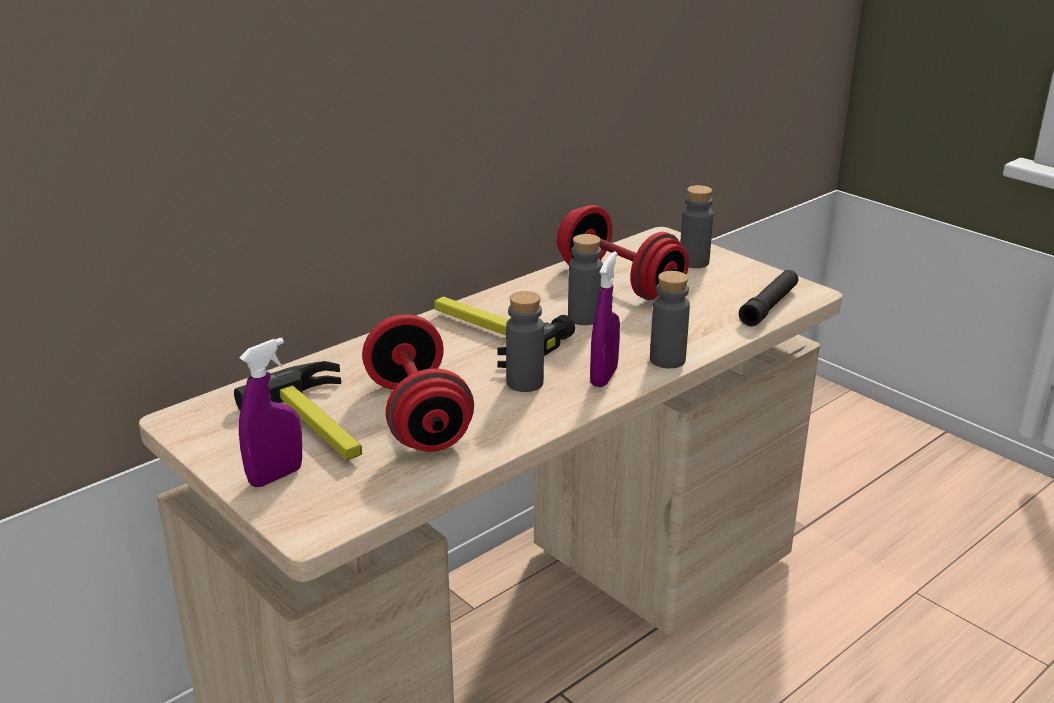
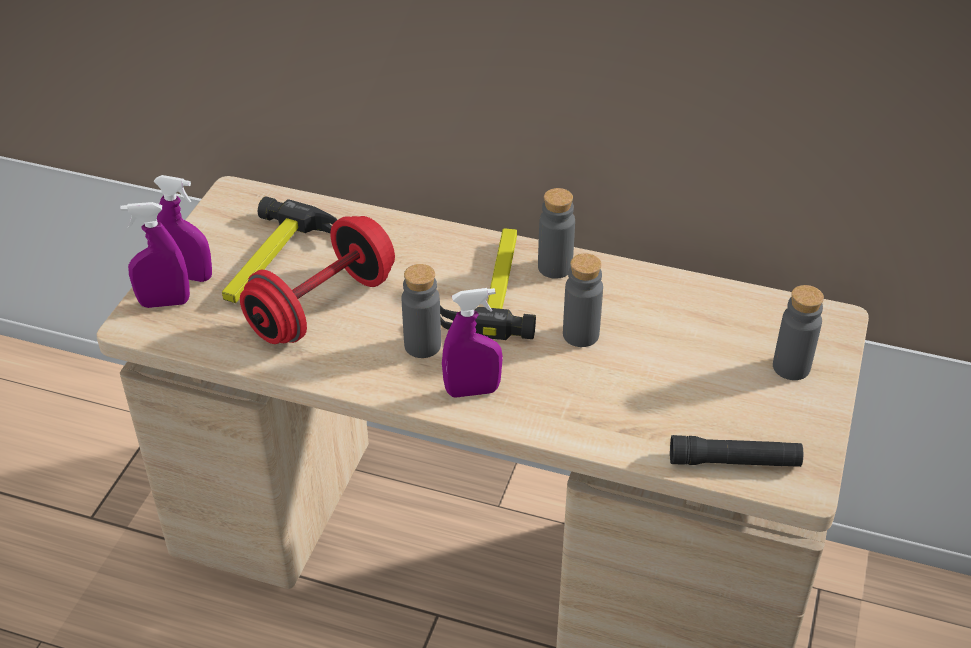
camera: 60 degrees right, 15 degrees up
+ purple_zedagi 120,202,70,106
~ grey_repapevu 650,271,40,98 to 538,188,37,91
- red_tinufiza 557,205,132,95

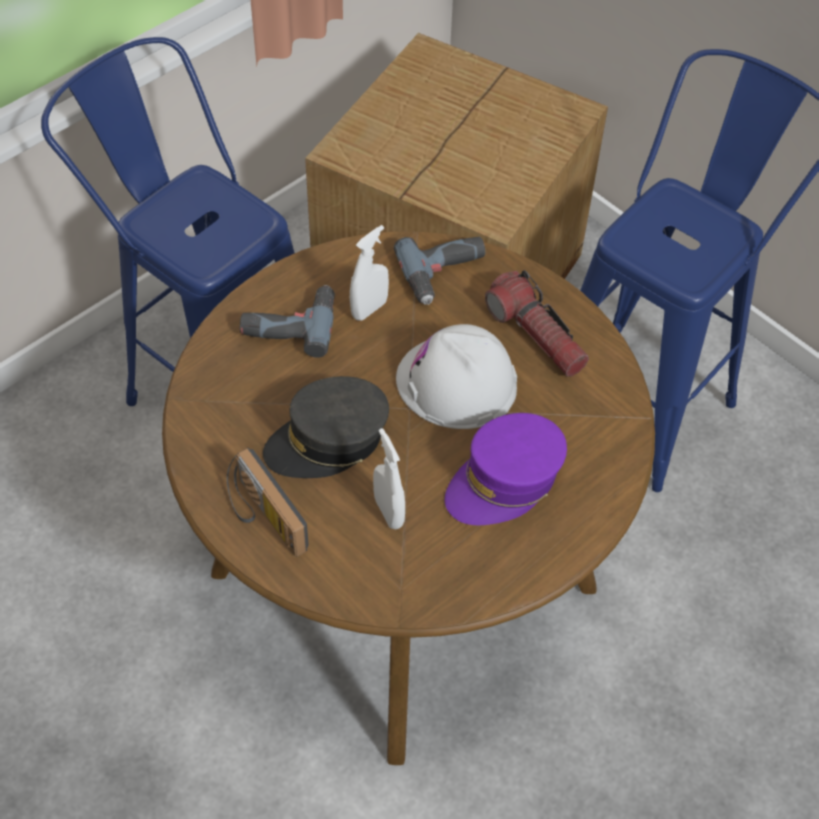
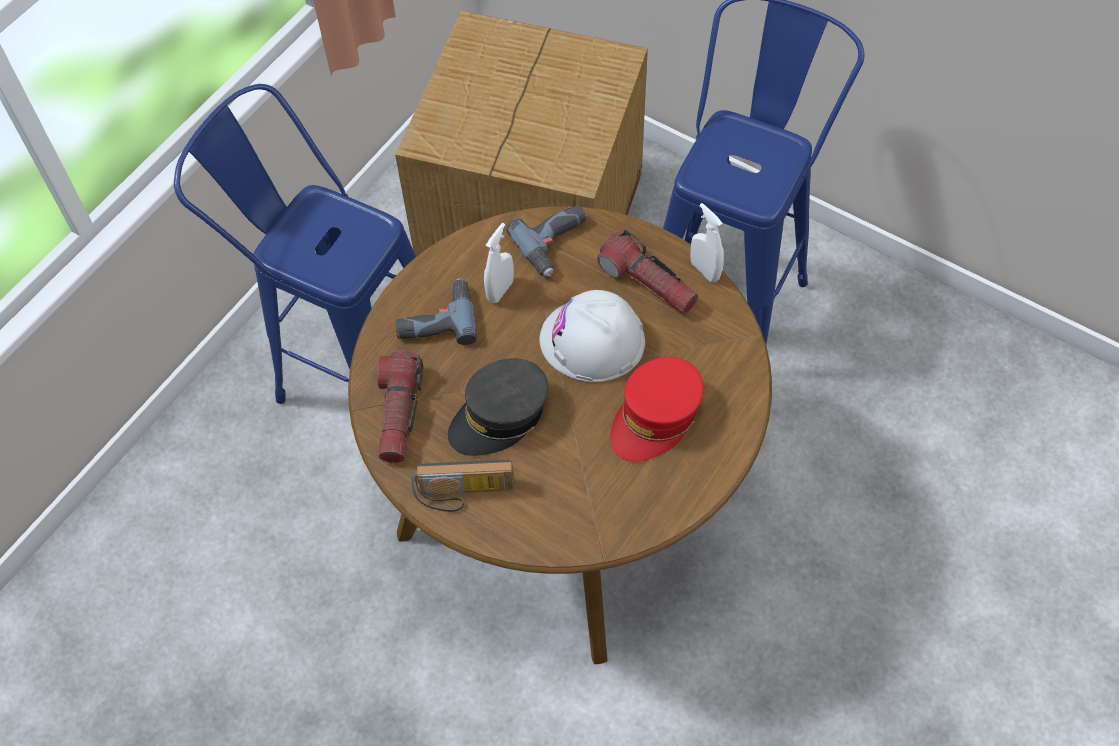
camera: 10 degrees left, 5 degrees up
+ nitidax 377,350,47,113
~ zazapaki 227,448,82,108 = 411,460,103,52 45 degrees counterclockwise
~ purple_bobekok 445,413,122,112 to red_bobekok 610,357,94,105
~ white_zedagi 373,428,32,101 to 690,203,34,79

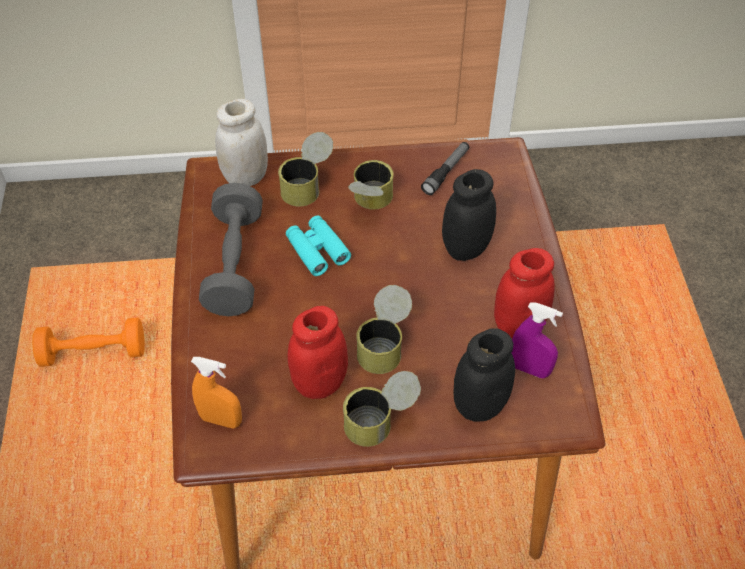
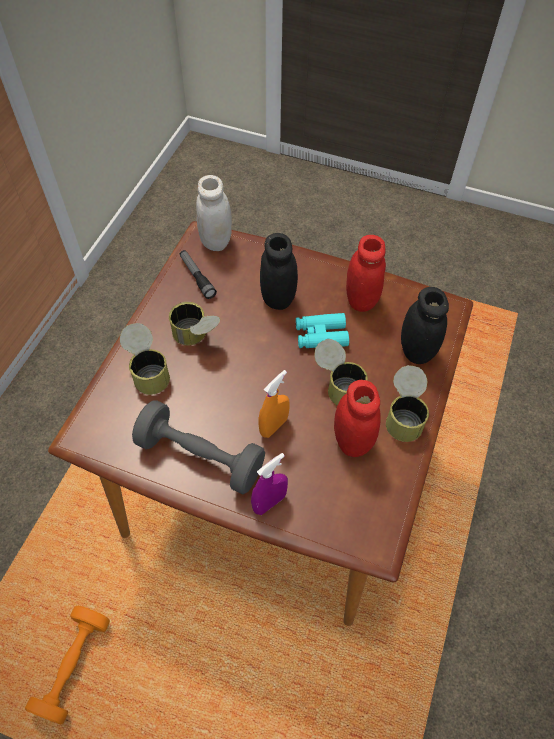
camera: 65 degrees left, 5 degrees up
~ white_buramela 215,99,53,87 to 196,175,36,76
~ purple_zedagi 512,302,51,76 to 251,453,37,62
~ orange_zedagi 191,357,51,72 to 258,370,31,68
~ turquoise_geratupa 286,215,65,61 to 296,313,53,35

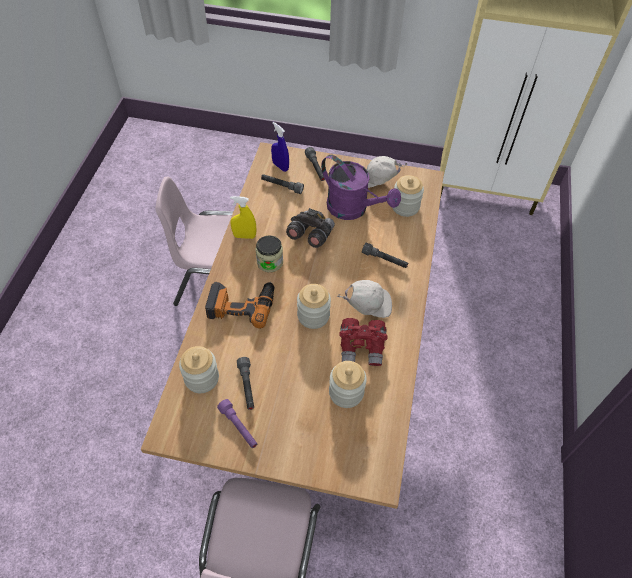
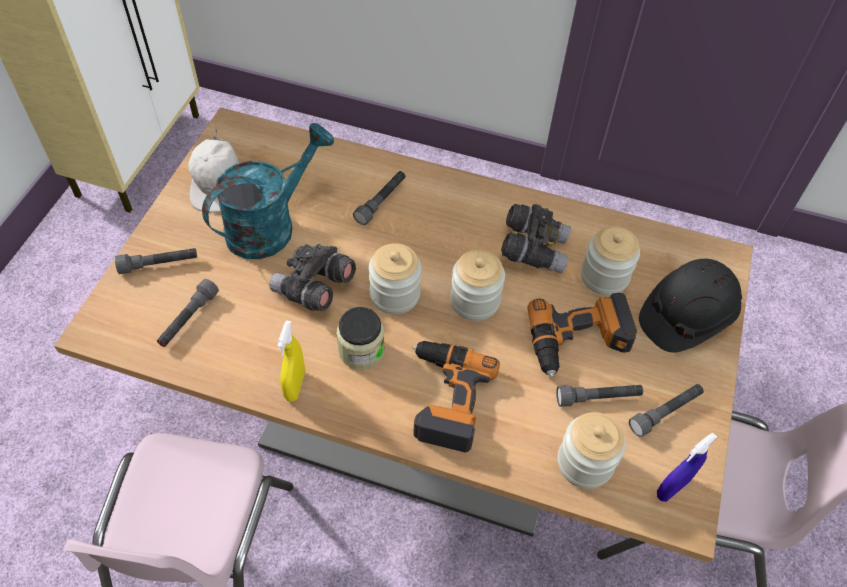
camera: 85 degrees left, 0 degrees up
~ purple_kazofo 321,155,80,65 to turquoise_kazofo 202,123,132,136
~ buramela 392,175,32,42 to 369,243,52,71
~ red_geratupa 339,318,49,48 to grey_geratupa 501,204,70,69
+ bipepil 527,293,110,84
~ purple_nitidax 217,399,40,49 to grey_nitidax 629,384,75,53
+ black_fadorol 639,259,103,94
~ blue_zedagi 271,122,18,50 to 657,433,60,69
- white_bobekok 337,280,55,38

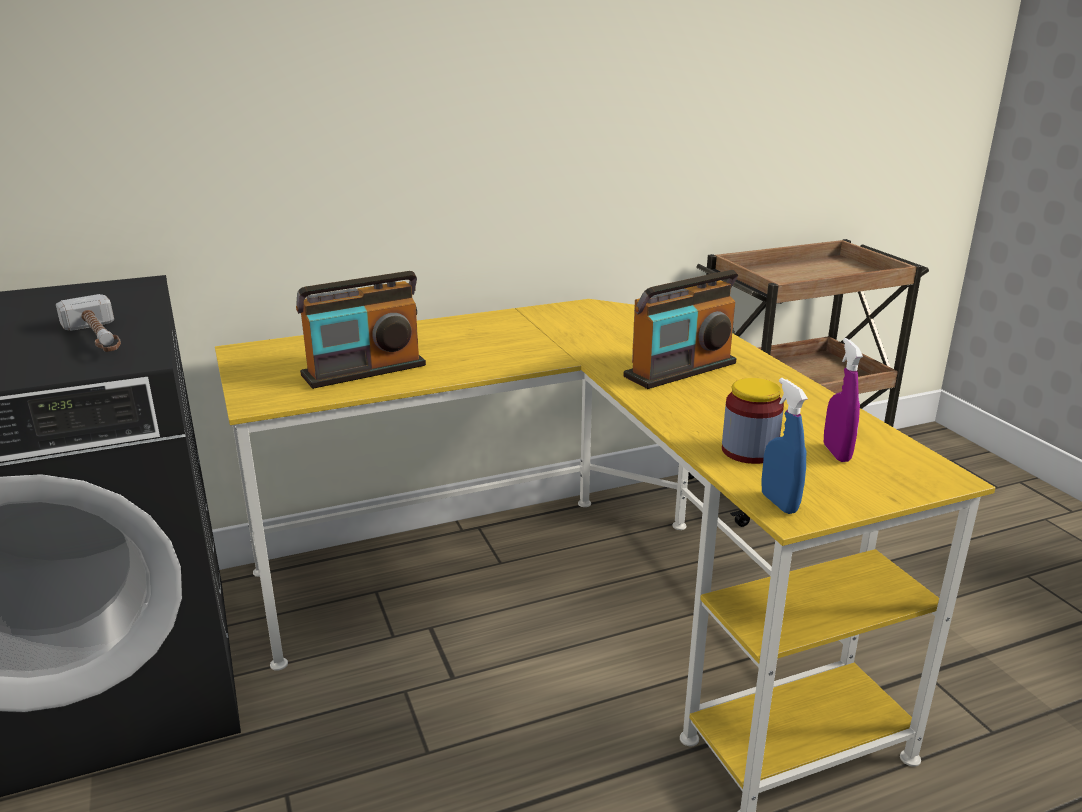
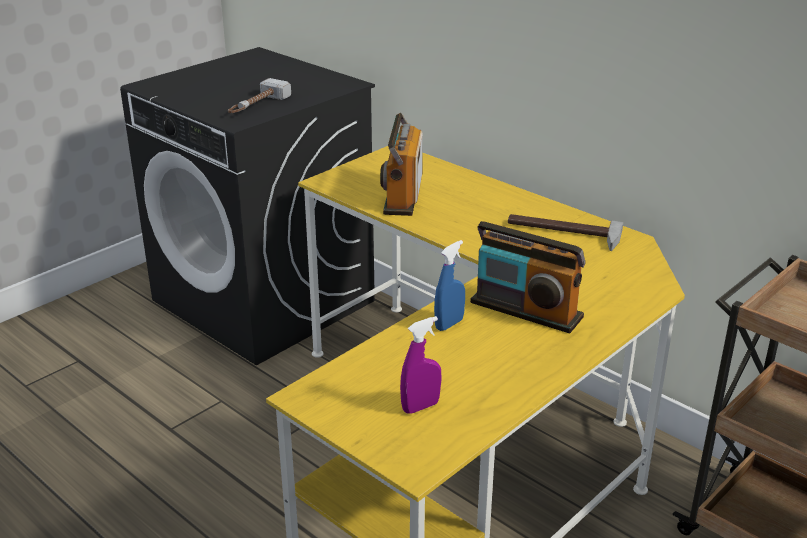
camera: 65 degrees right, 5 degrees up
~ zazapaki 296,271,130,118 = 380,113,43,103 60 degrees clockwise
~ blue_zedagi 761,378,47,136 to 434,240,31,91
+ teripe 508,214,115,37
- buramela 722,378,62,86

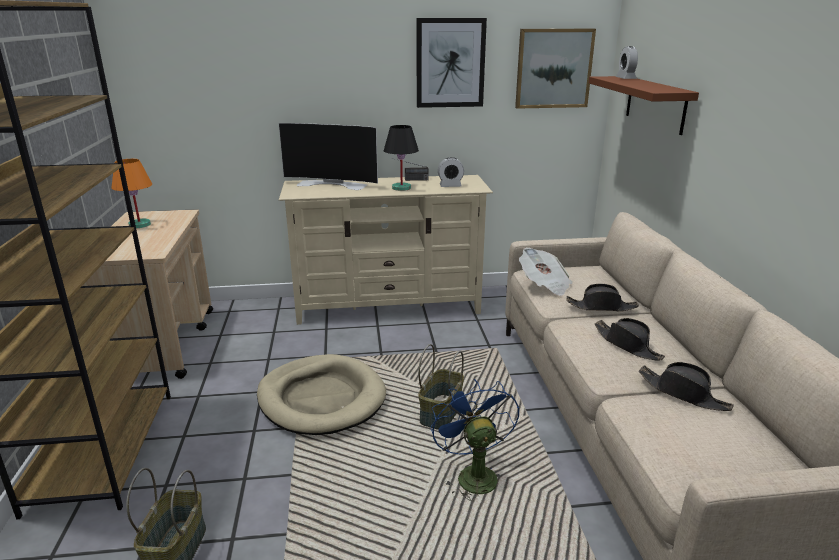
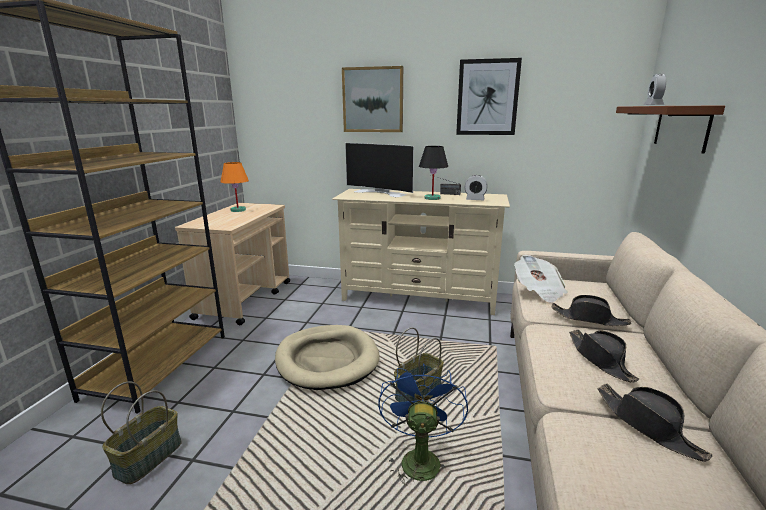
camera: 20 degrees right, 5 degrees down
~ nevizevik 515,29,81,80 to 342,66,61,66

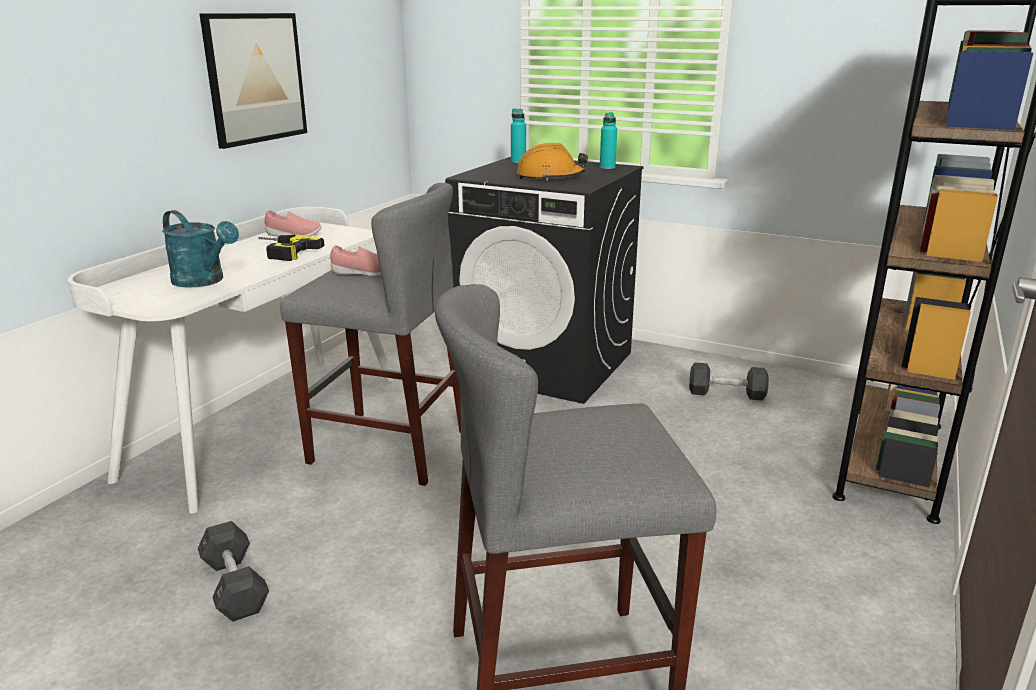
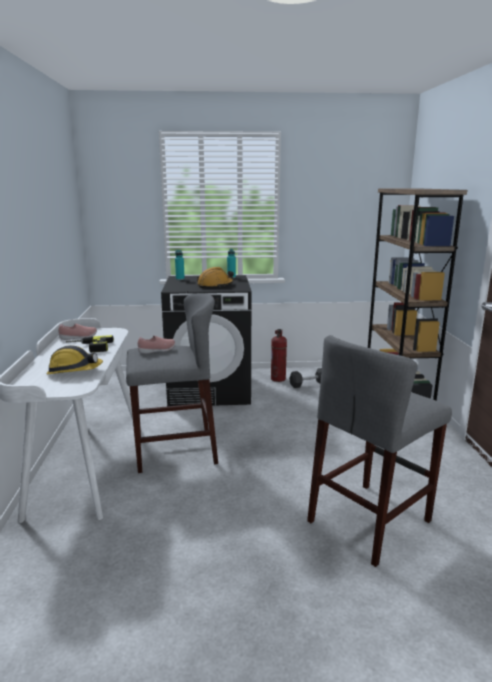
camera: 30 degrees left, 5 degrees down
~ turquoise_kazofo 162,210,77,78 to fadorol 46,345,57,29
+ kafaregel 271,329,16,53
- grey_tinufiza 198,521,71,101
- nevizevik 199,13,108,136

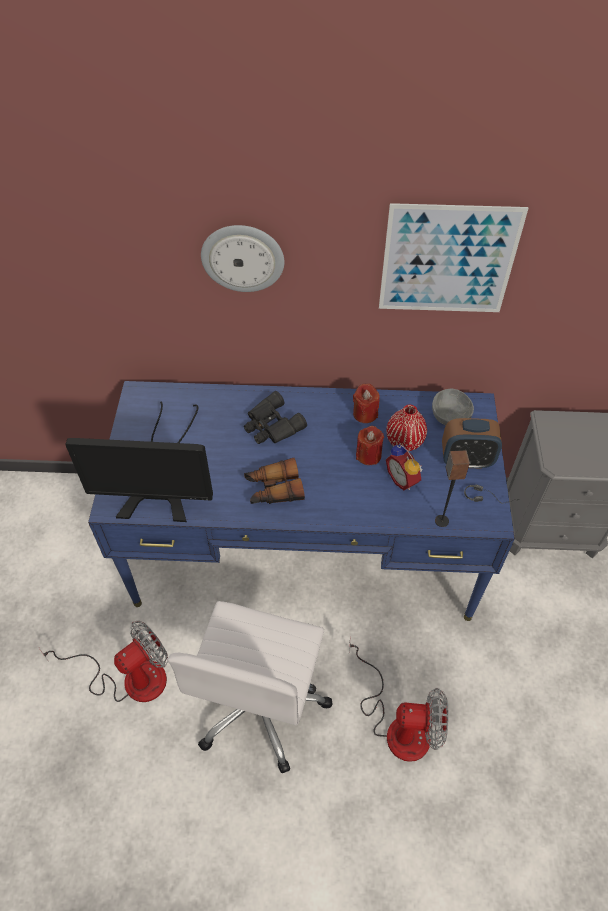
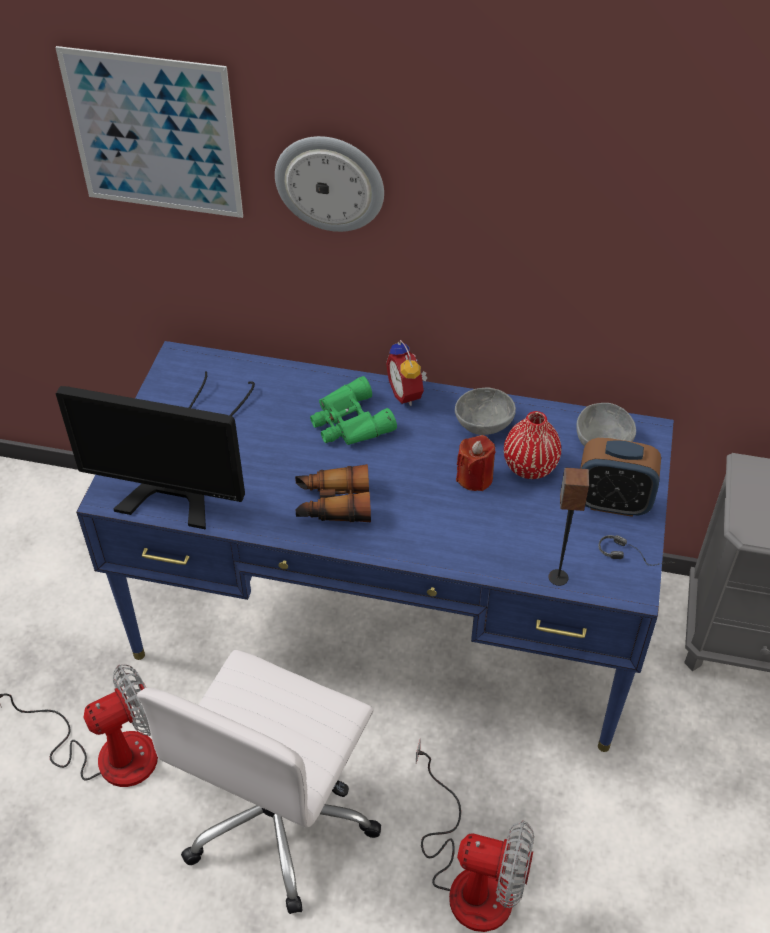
camera: 10 degrees right, 5 degrees down
~ nevizevik 379,203,150,109 to 55,46,188,172
~ black_geratupa 244,391,63,53 to green_geratupa 310,376,87,69
~ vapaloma 386,445,36,46 to 386,340,42,66
~ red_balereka 353,384,27,39 to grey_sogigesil 455,387,61,48

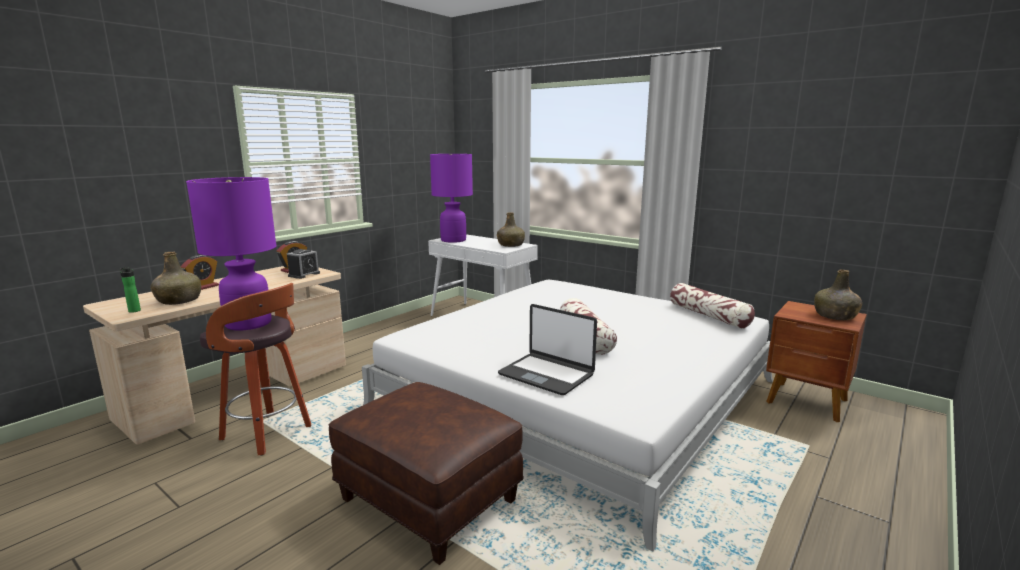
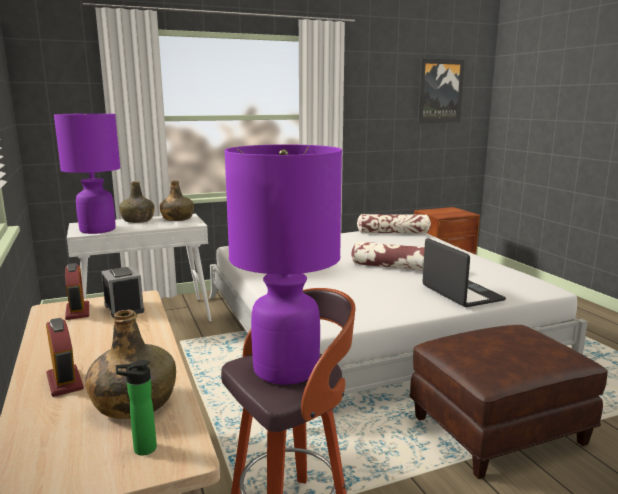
camera: 60 degrees left, 0 degrees up
~ green_repapevu 814,270,48,50 to 119,181,36,42
+ nevizevik 418,59,47,64
~ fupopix 498,304,99,91 = 423,238,83,69 90 degrees counterclockwise

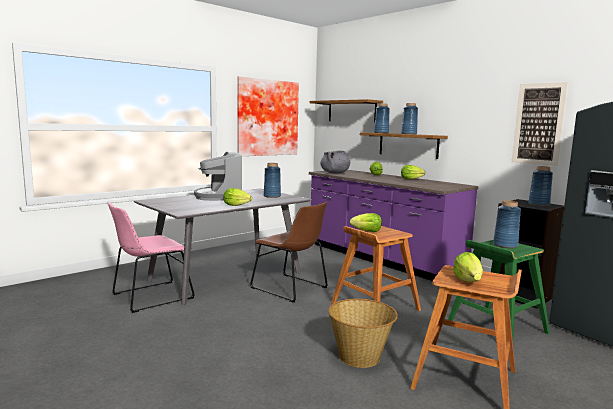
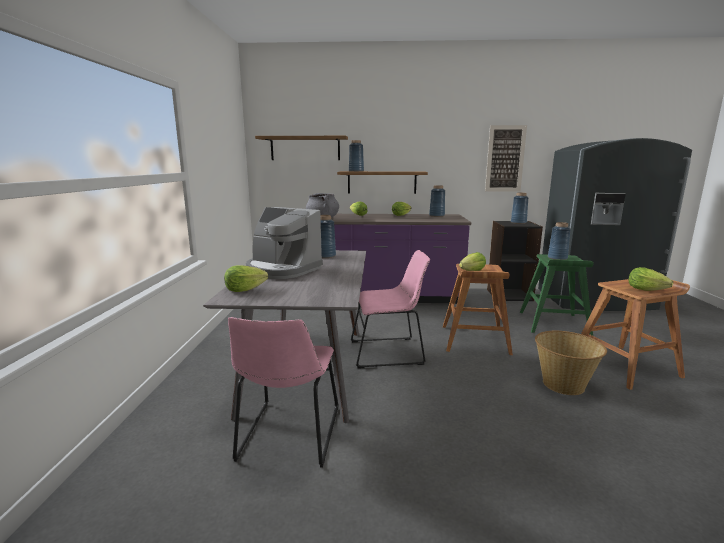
camera: 45 degrees left, 5 degrees up
~ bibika 223,188,29,18 to 224,266,44,26
~ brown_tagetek 250,202,78,101 to pink_tagetek 351,250,79,119
~ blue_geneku 401,103,17,31 to 429,185,16,32
- nevizevik 237,77,62,79

